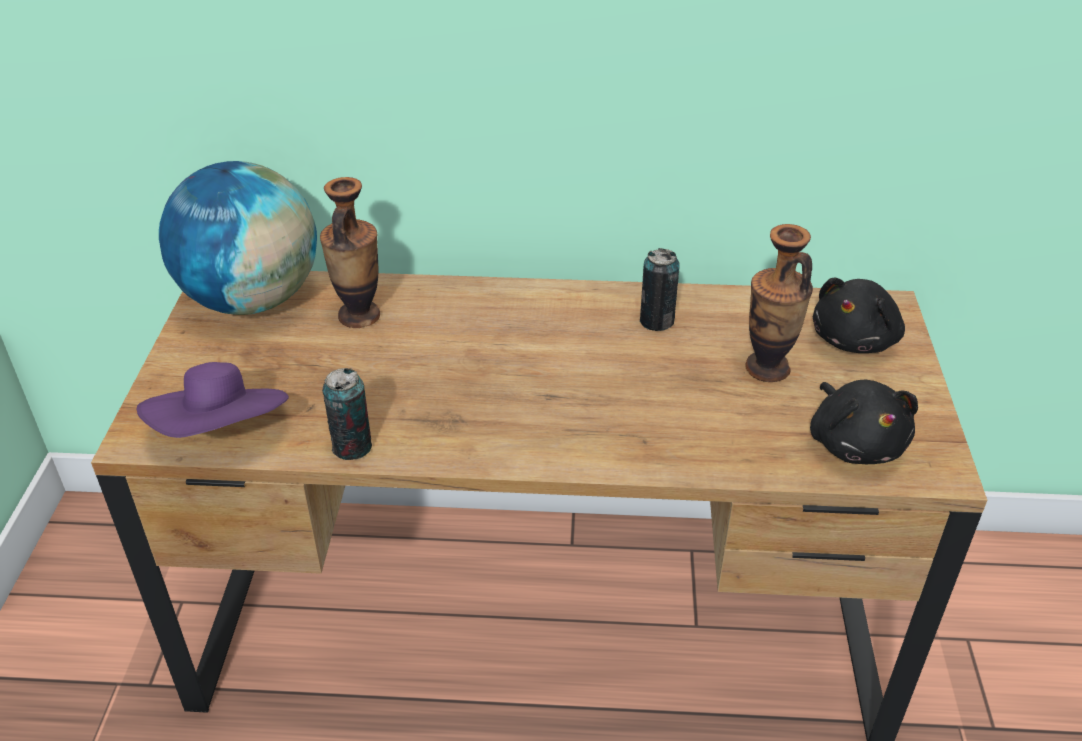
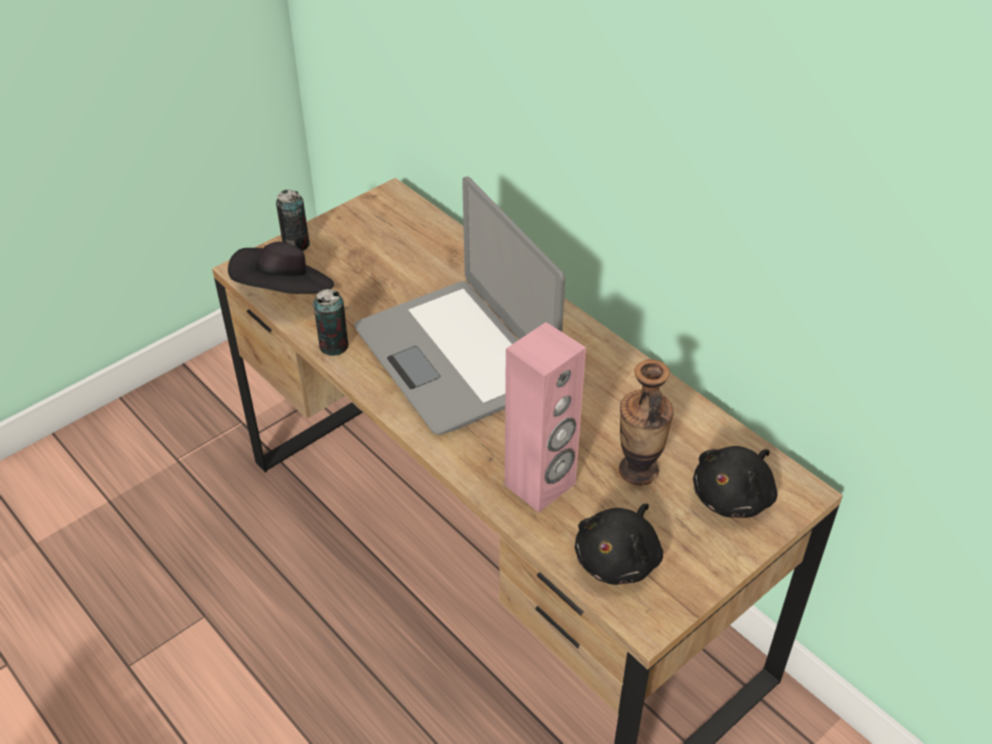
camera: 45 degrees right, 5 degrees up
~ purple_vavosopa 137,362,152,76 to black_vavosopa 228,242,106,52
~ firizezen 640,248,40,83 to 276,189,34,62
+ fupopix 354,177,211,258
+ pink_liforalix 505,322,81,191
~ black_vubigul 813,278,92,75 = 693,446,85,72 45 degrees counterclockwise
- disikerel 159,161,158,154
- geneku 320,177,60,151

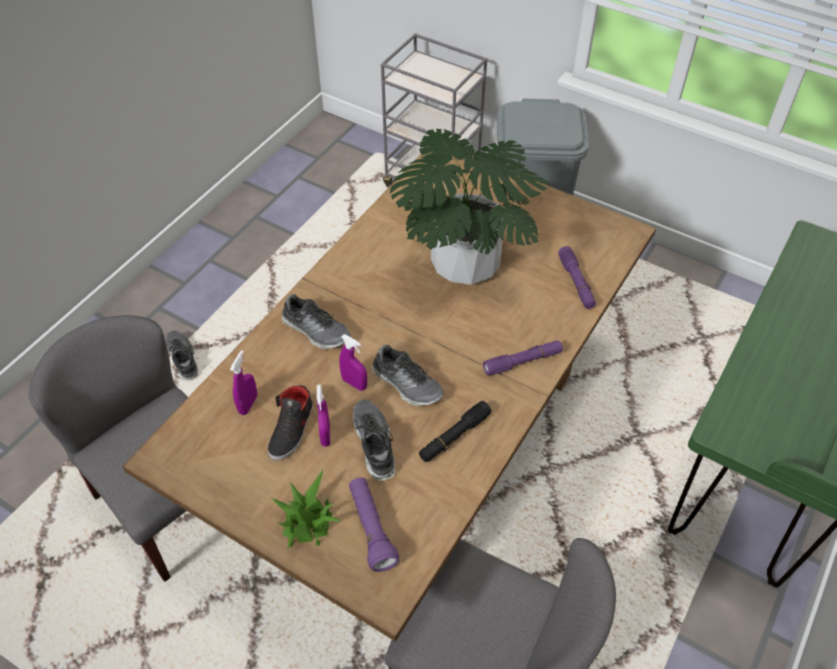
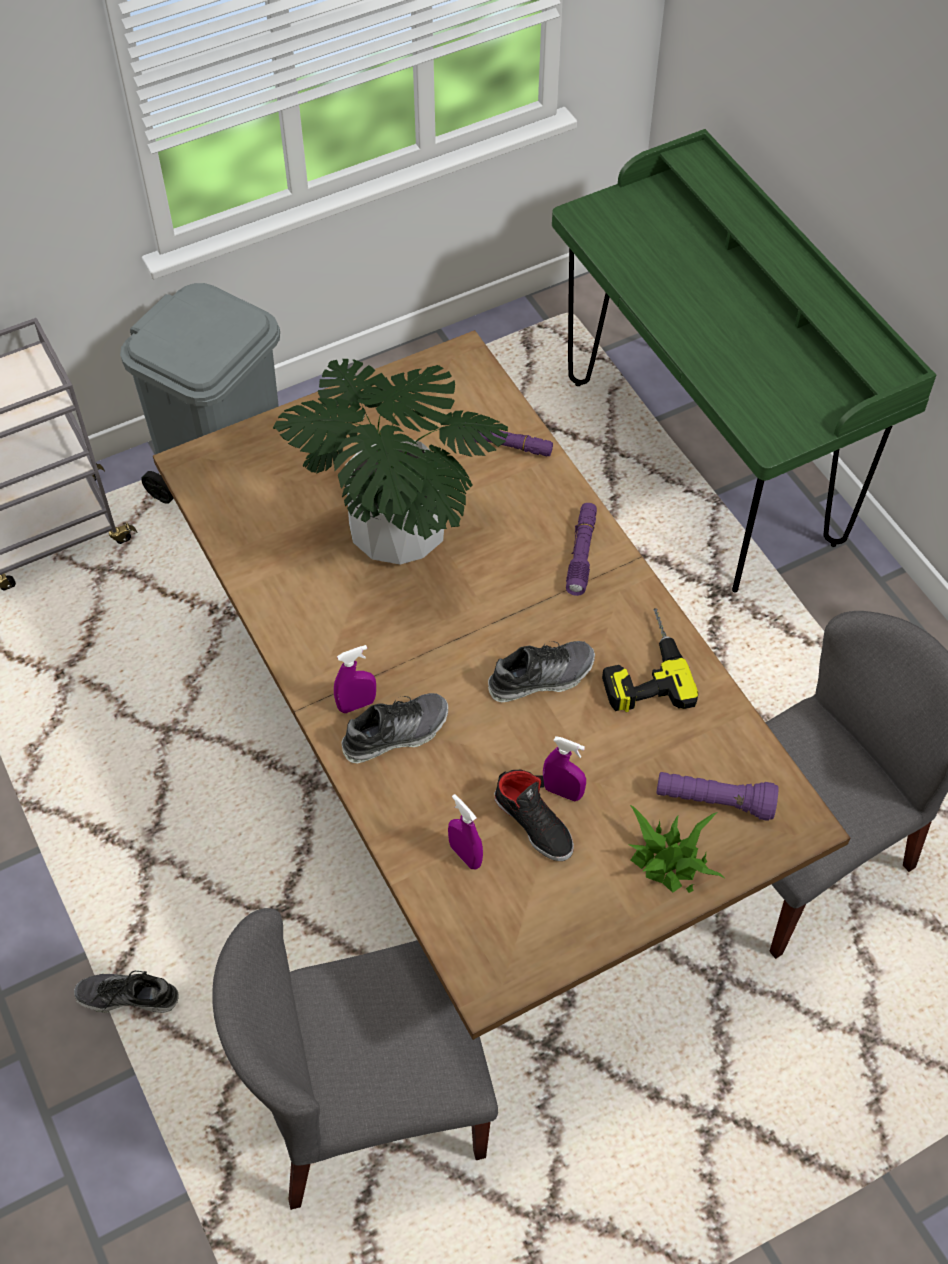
camera: 60 degrees left, 5 degrees up
~ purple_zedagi 339,334,28,57 to 334,645,42,68
~ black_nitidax 419,401,72,61 to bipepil 602,608,96,104
- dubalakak 353,400,43,81

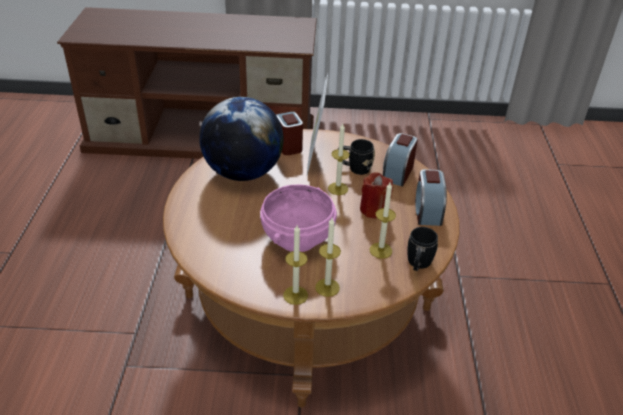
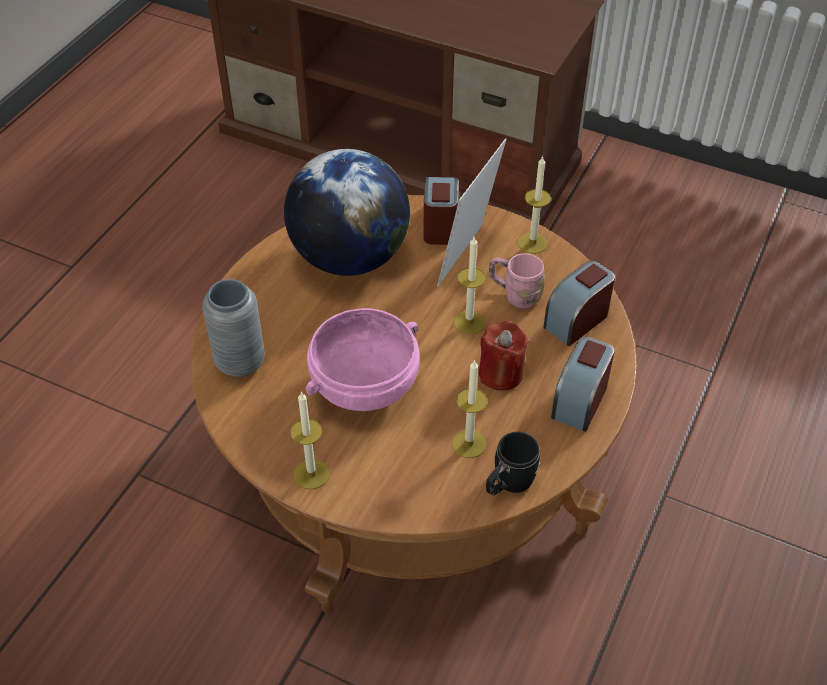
camera: 25 degrees right, 10 degrees up
+ grey_geneku 202,279,63,98
~ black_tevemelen 338,139,37,36 to pink_tevemelen 489,253,56,56
~ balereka 315,218,26,79 to 518,156,33,98

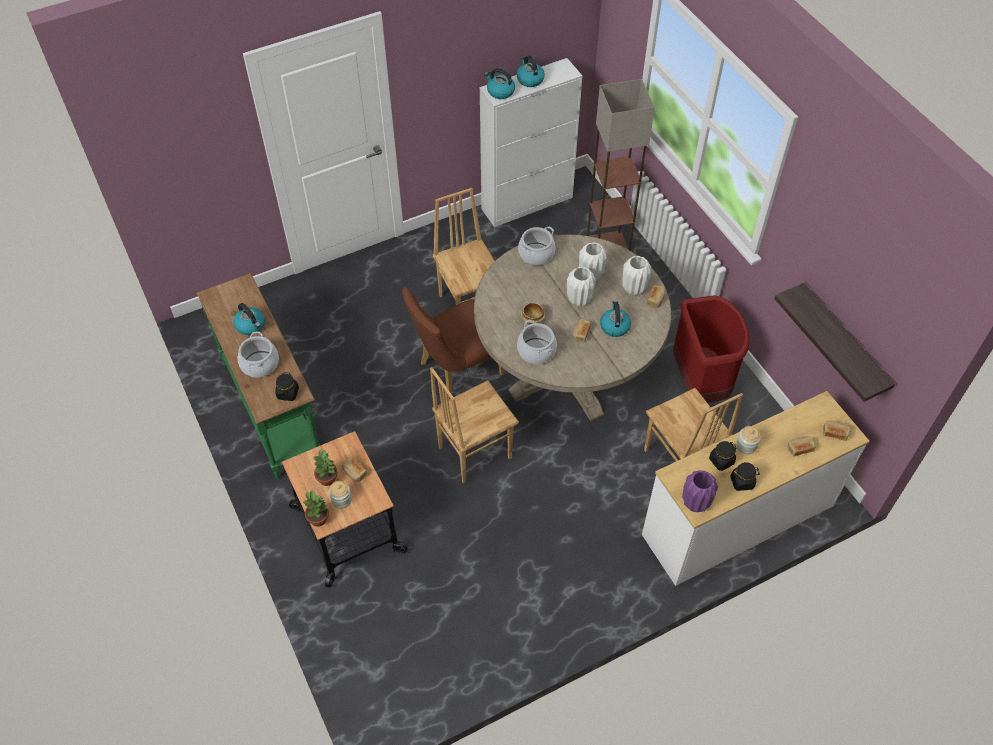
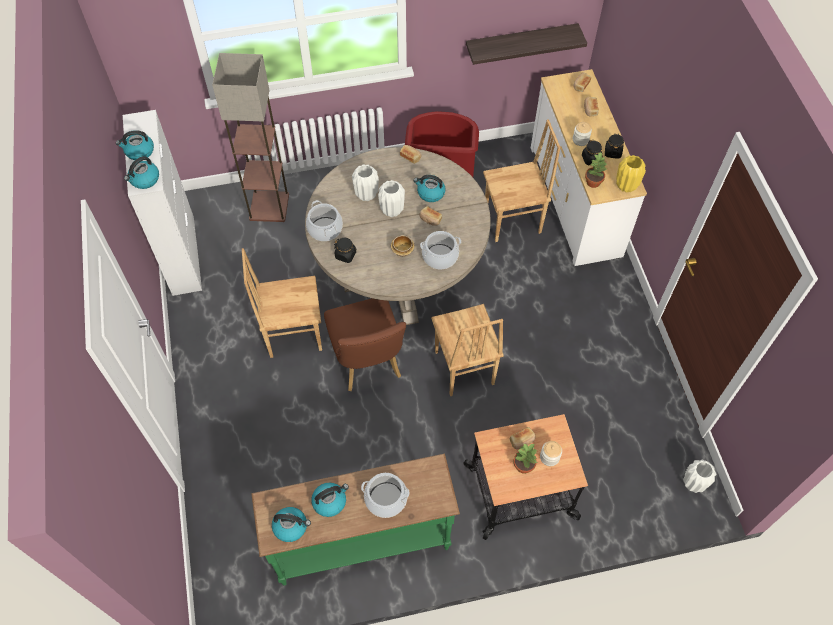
camera: 75 degrees left, 5 degrees up
+ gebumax 272,507,39,35
~ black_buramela 275,372,24,29 to 334,237,22,26
~ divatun 302,489,27,38 to 585,153,22,35
~ purple_geneku 682,470,36,42 to yellow_geneku 616,155,30,38
~ white_geneku 622,256,29,40 to 683,460,33,33

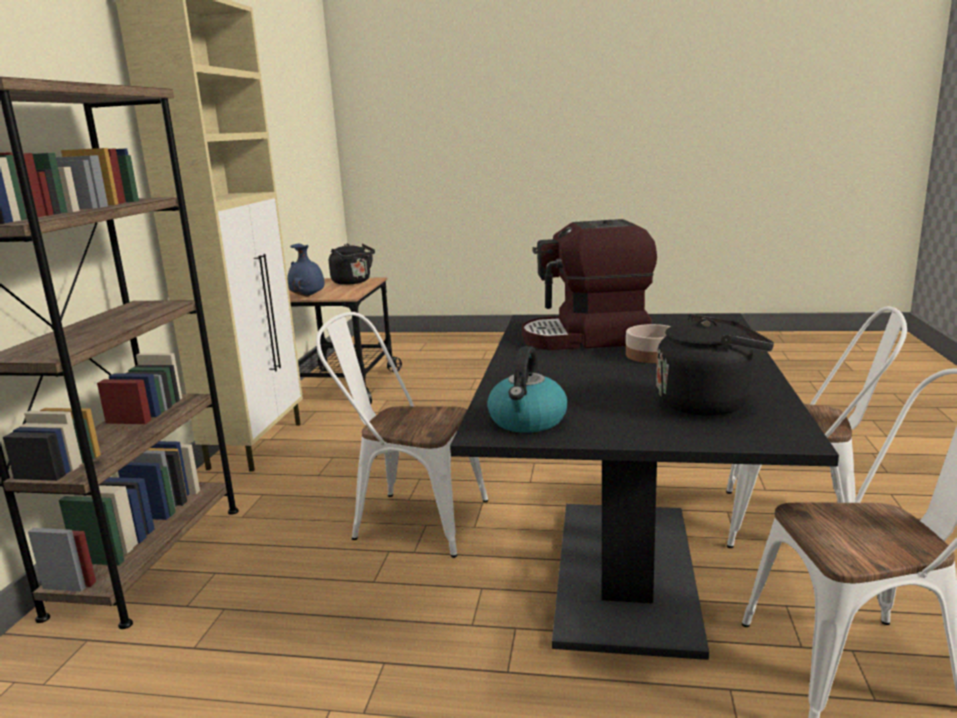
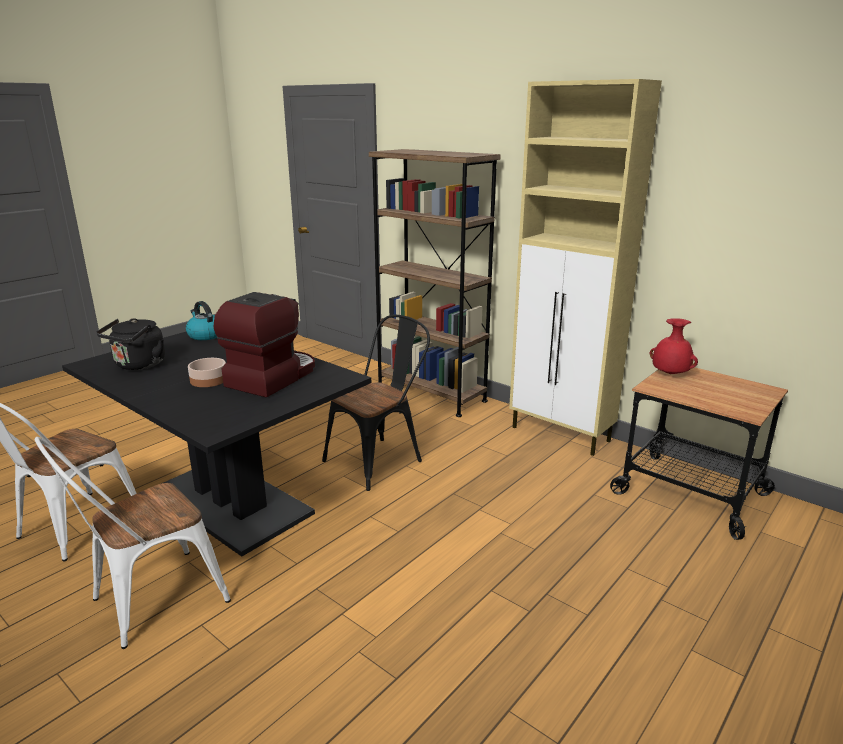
camera: 120 degrees right, 5 degrees up
~ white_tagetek 316,312,172,246 to black_tagetek 322,315,108,176
~ blue_geneku 287,243,37,54 to red_geneku 650,318,48,56
- black_gebumax 329,244,46,41

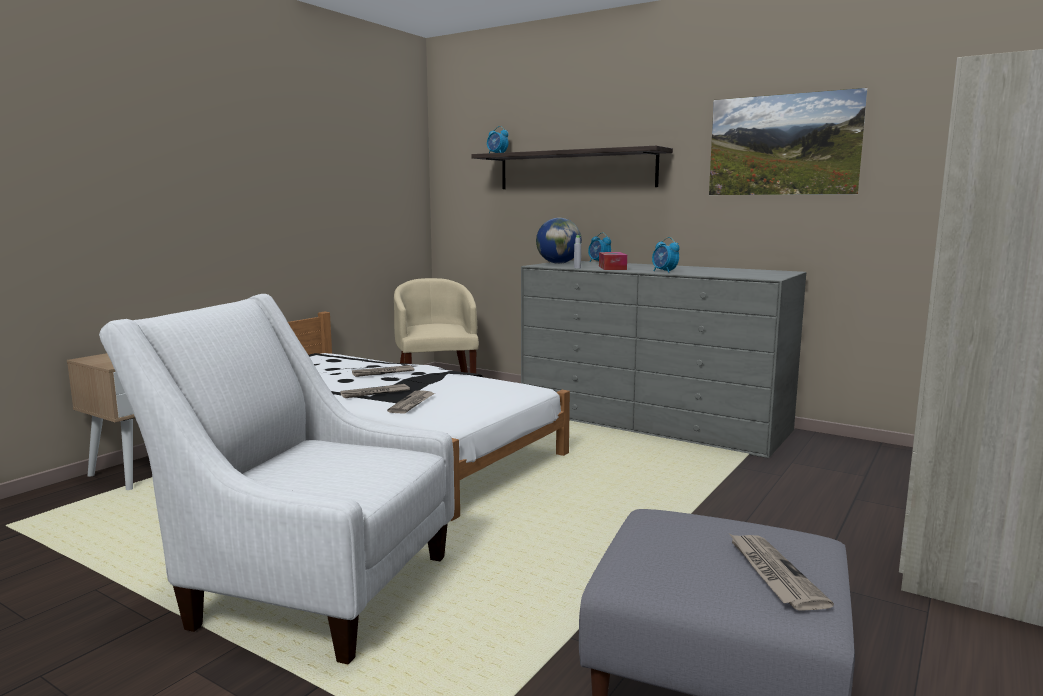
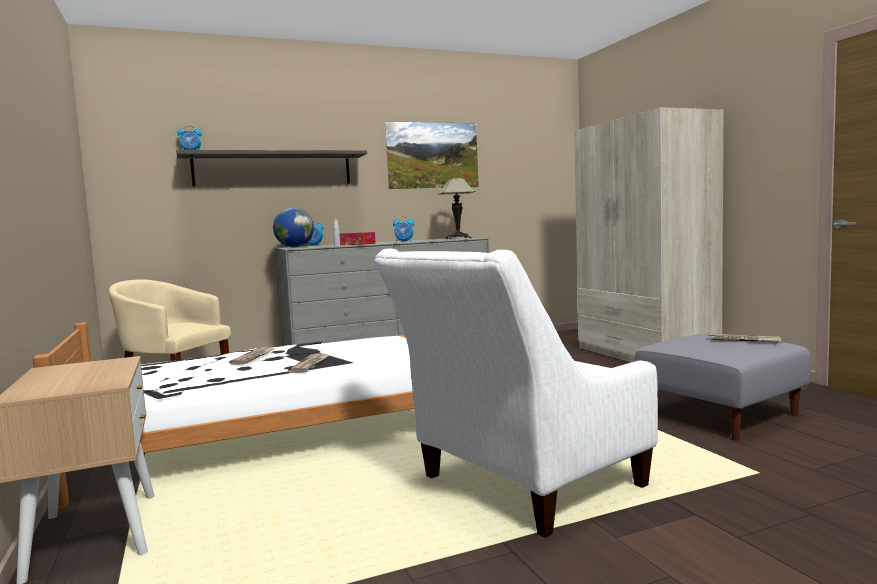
camera: 55 degrees left, 5 degrees down
+ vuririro 438,178,38,61
- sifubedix 387,390,48,24

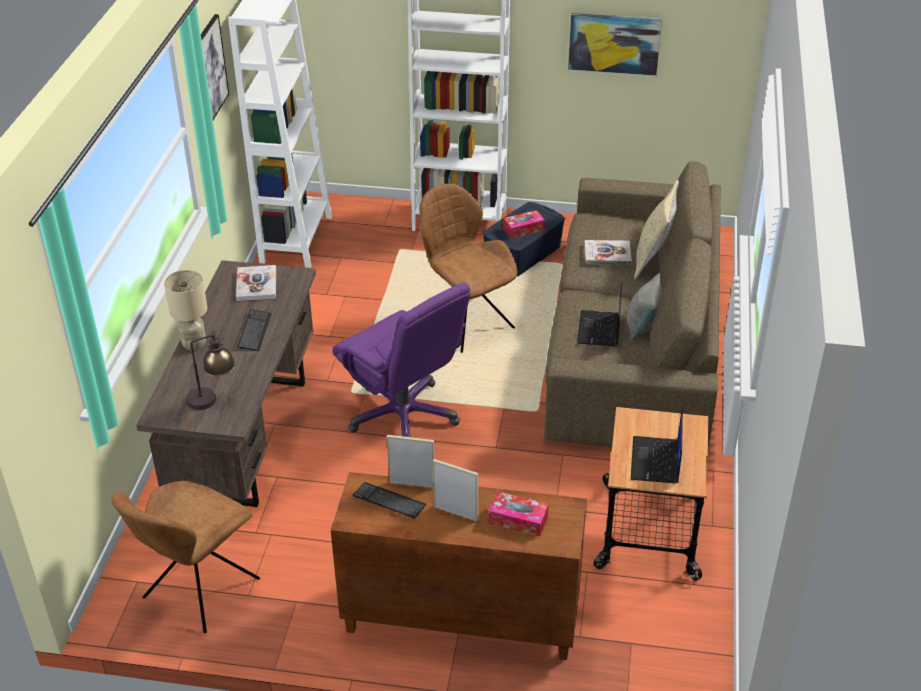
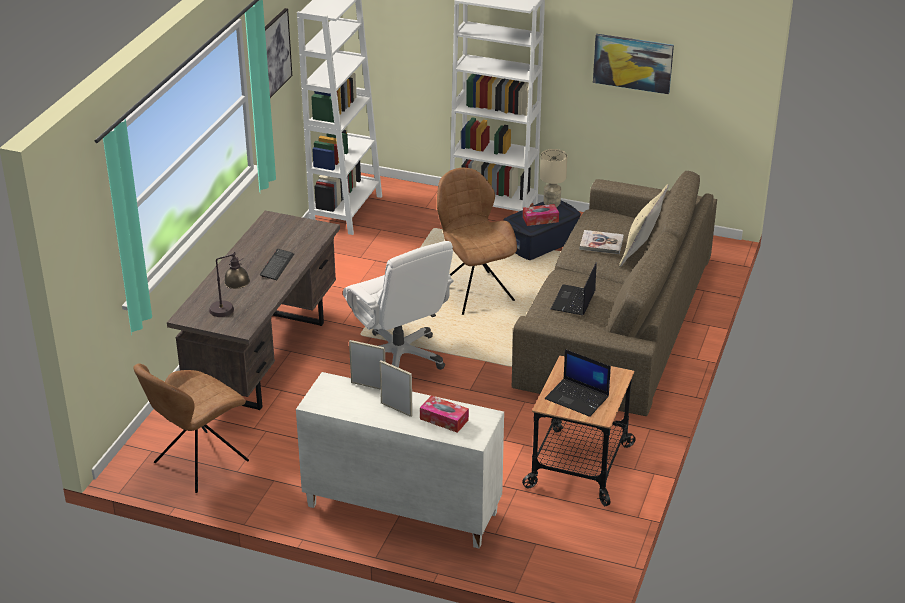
camera: 10 degrees right, 5 degrees down
~ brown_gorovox 331,472,256,188 to white_gorovox 296,372,208,176
~ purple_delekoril 332,283,138,154 to white_delekoril 343,241,111,129
~ beige_vuririro 164,270,43,81 to 540,149,27,58
~ fupopix 631,407,52,77 = 545,349,66,68 75 degrees counterclockwise
- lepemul 236,265,40,36
- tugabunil 353,482,74,37
- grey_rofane 626,273,37,67

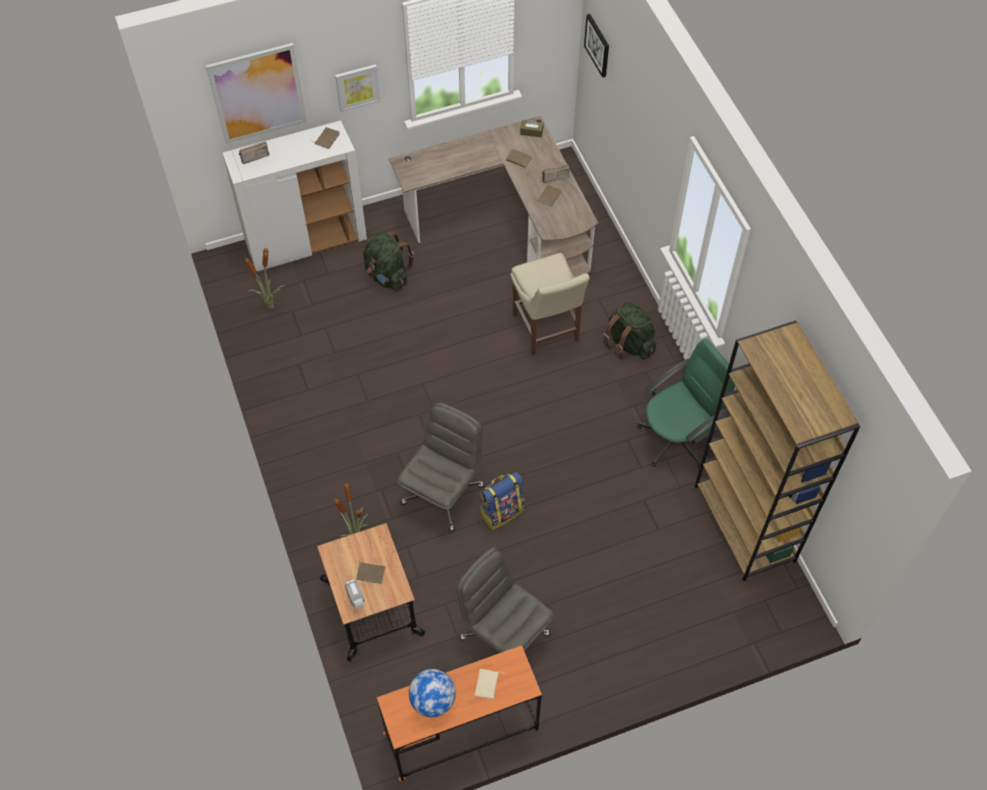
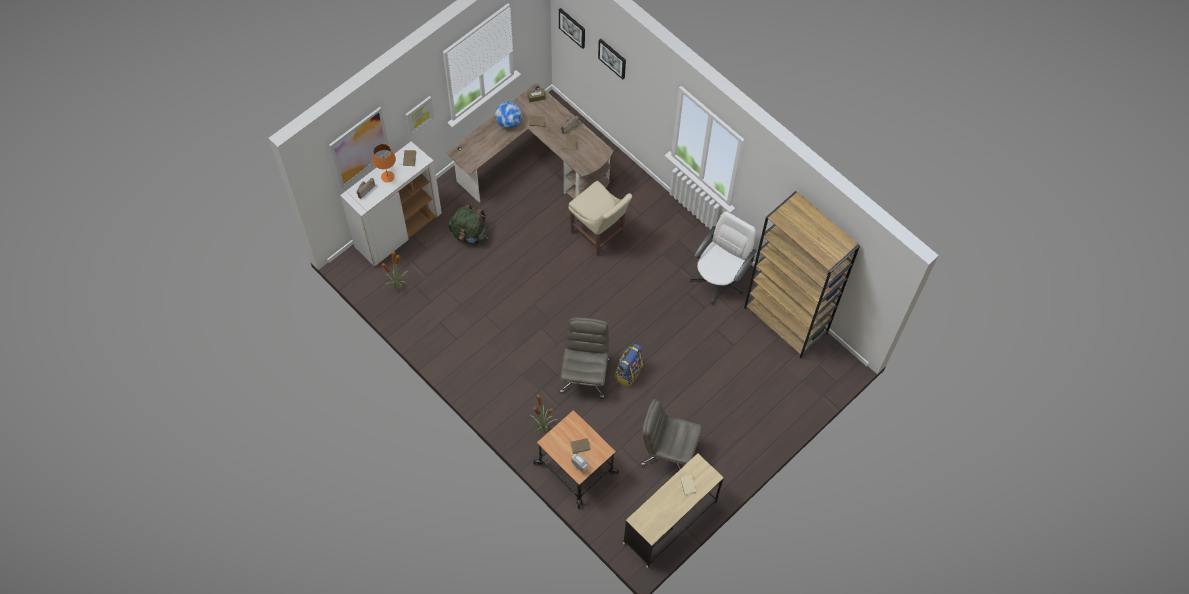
camera: 25 degrees left, 5 degrees up
+ orange_vuririro 372,144,24,39
~ disikerel 409,669,47,48 to 495,101,27,28
+ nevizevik 598,39,28,41
~ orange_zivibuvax 377,645,165,136 to beige_zivibuvax 623,453,101,115
~ green_delekoril 637,339,98,130 to white_delekoril 690,211,67,94
- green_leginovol 603,301,53,59

